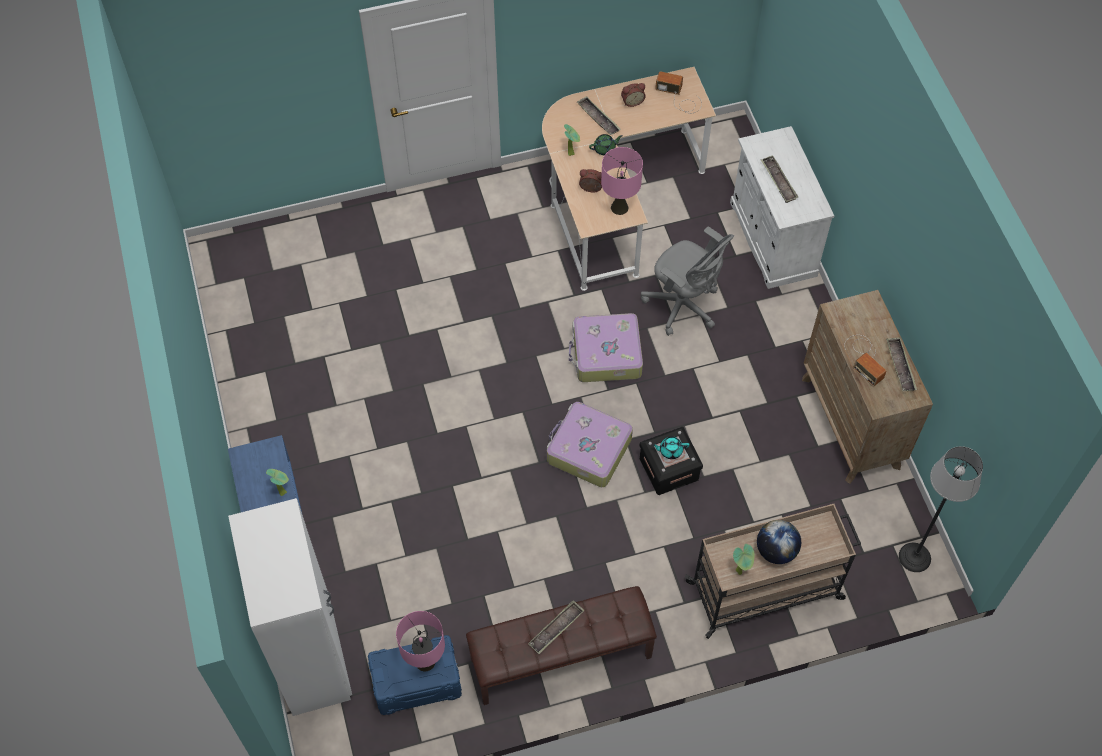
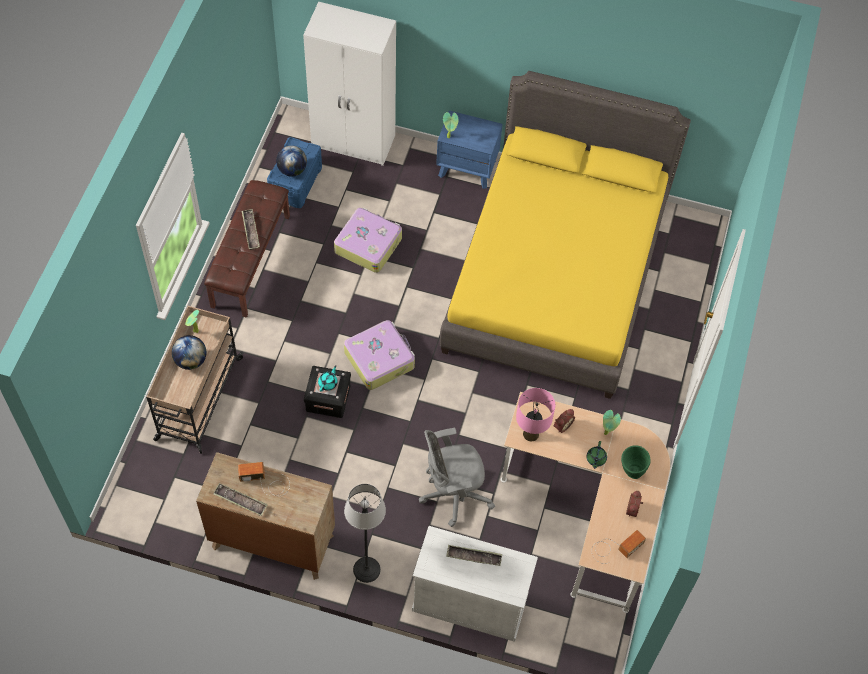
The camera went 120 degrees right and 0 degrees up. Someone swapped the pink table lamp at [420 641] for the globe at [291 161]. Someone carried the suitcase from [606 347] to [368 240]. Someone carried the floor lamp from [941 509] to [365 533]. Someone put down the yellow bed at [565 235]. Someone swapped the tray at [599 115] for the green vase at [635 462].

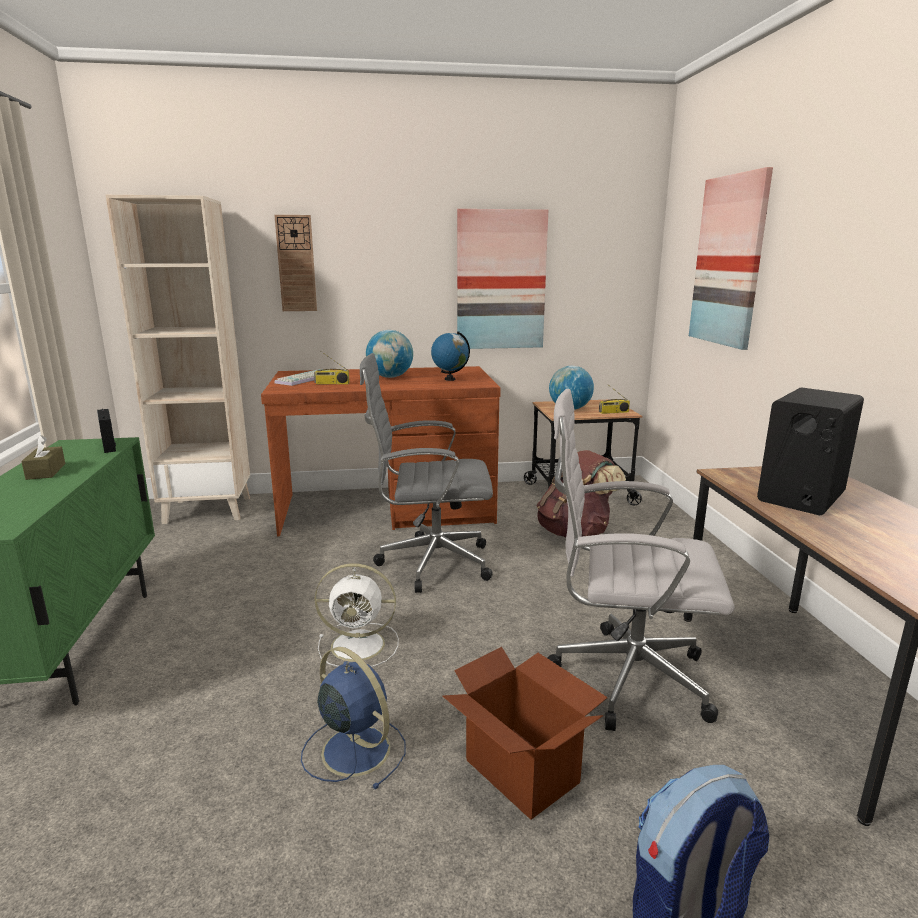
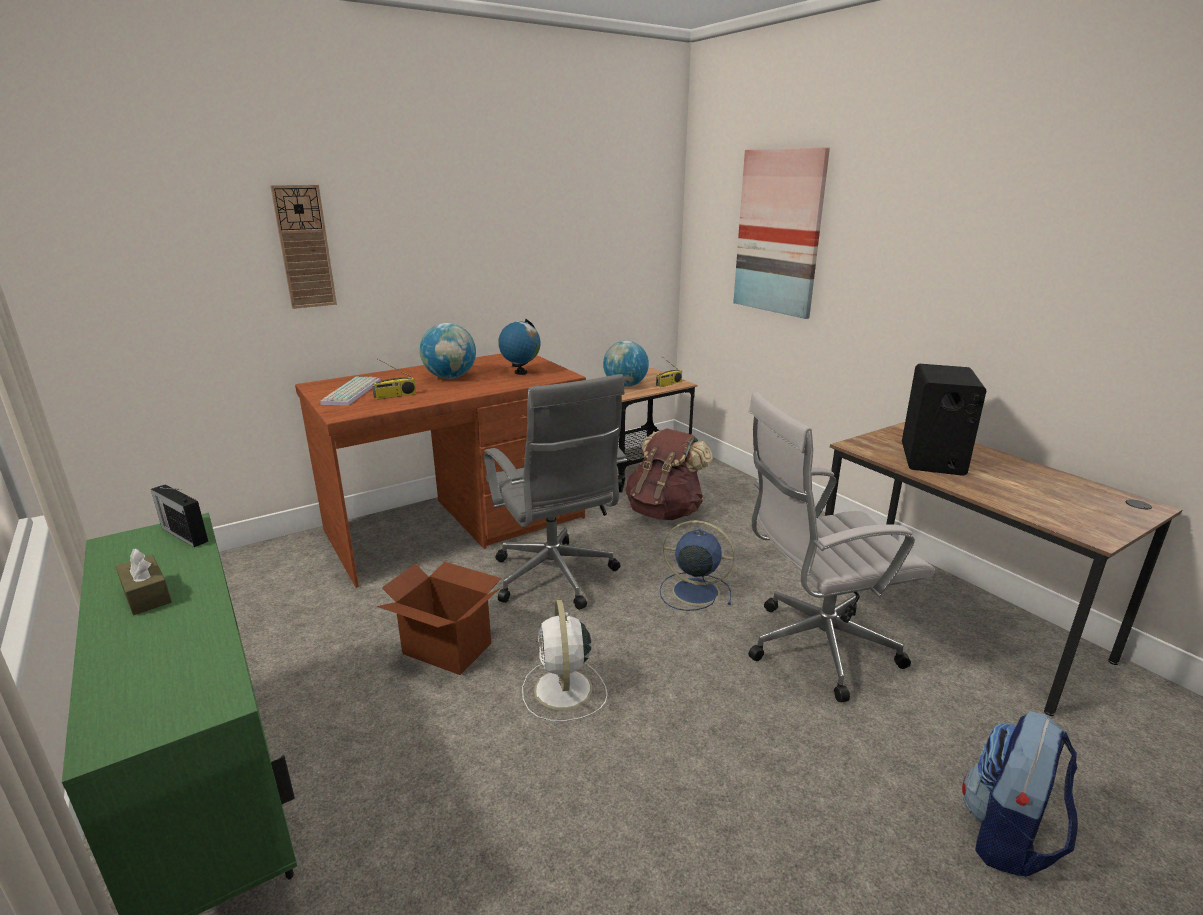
The camera went 25 degrees left and 5 degrees up. Someone carried the cardboard box from [525 733] to [439 618]. Someone rotated the grey office chair at [426 473] by 90 degrees counterclockwise. Someone rotated the white fan at [357 615] by 105 degrees clockwise. Someone carried the blue fan from [353 718] to [697 565]. Someone took away the beige bookcase at [178 359]. Someone took away the picture at [502 279].

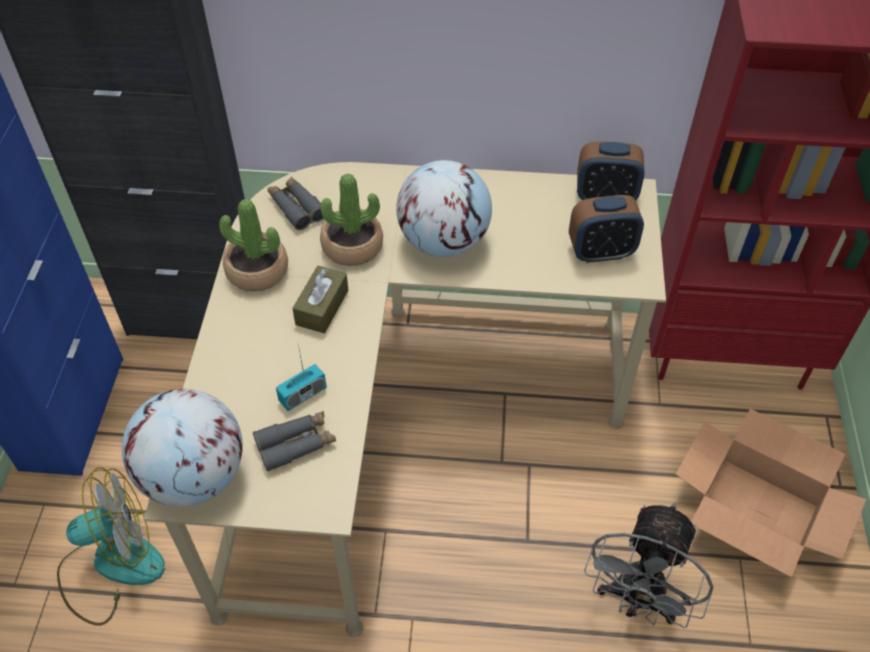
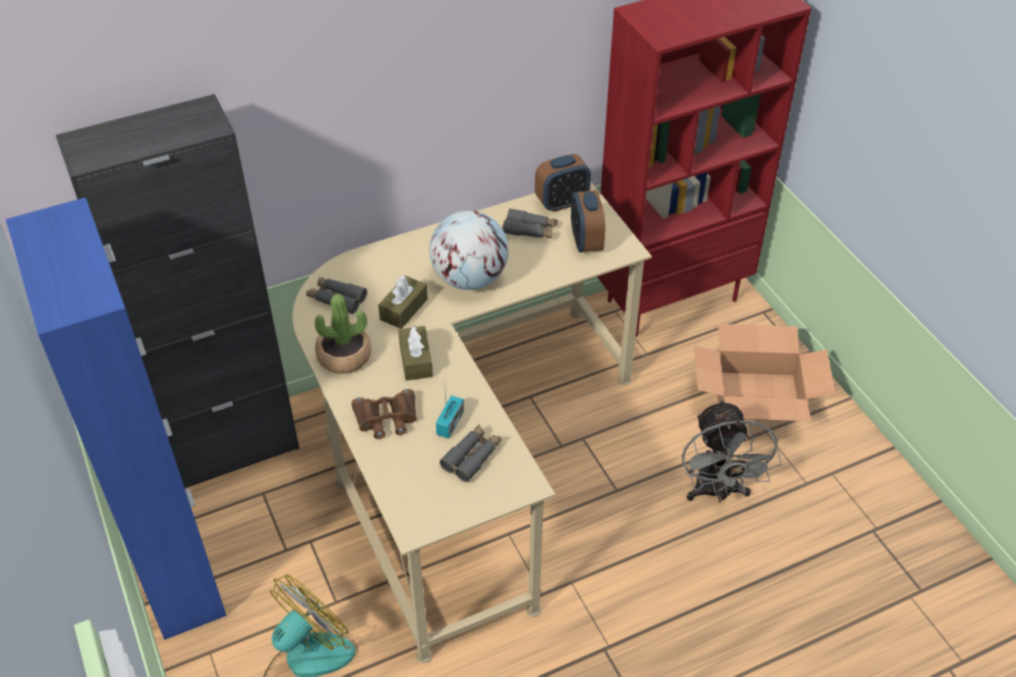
The camera went 30 degrees left and 5 degrees down. Someone put down the brown binoculars at [384 414]. Someone swapped the potted plant at [351 220] for the brown tissue box at [403 302]. Someone put down the grey binoculars at [530 223]. Someone rotated the alarm clock at [606 229] by 120 degrees clockwise. Someone took away the globe at [182 448].

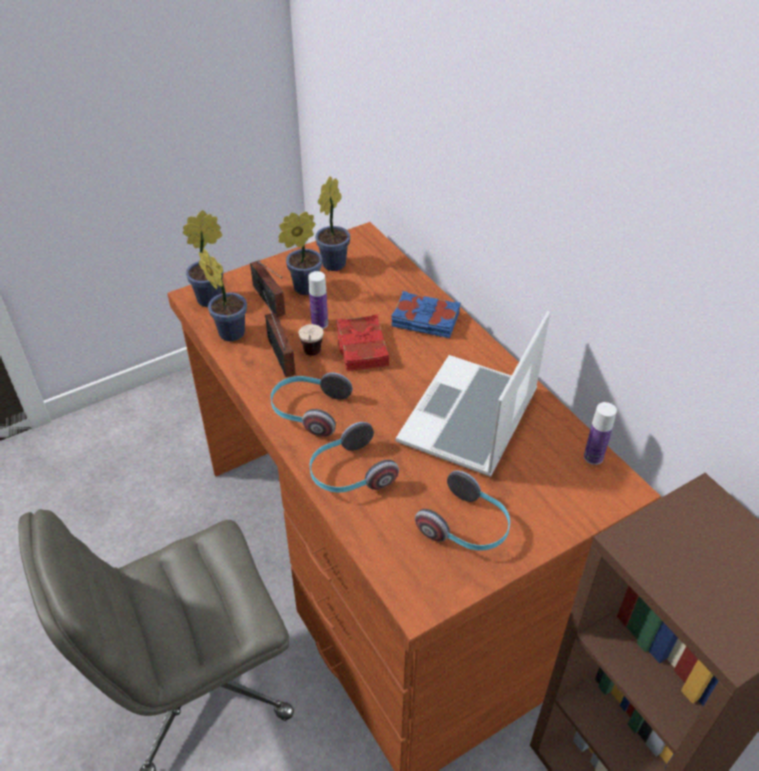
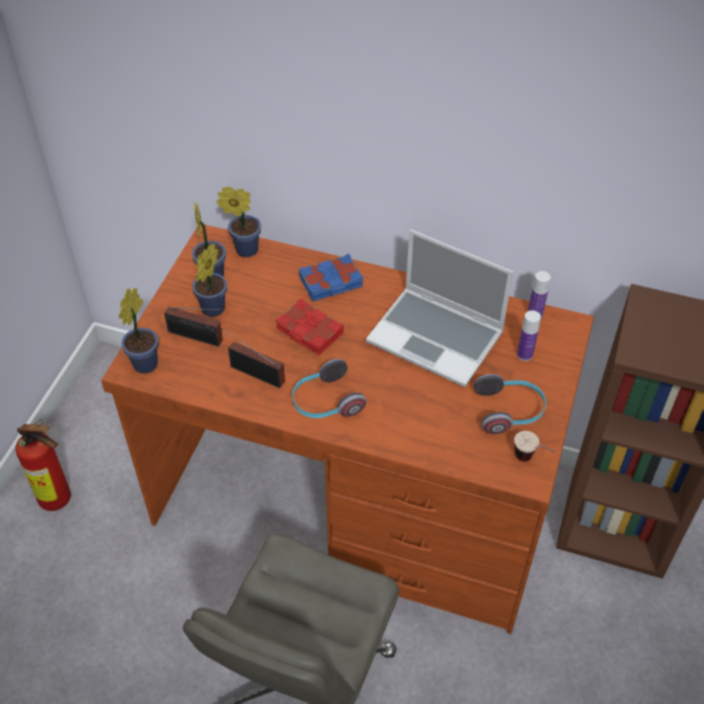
The camera went 40 degrees left and 5 degrees up. Someone put down the fire extinguisher at [43 465]. Someone carried the potted plant from [223 295] to [239 221]. Someone rotated the laptop at [473 394] by 45 degrees counterclockwise. Someone carried the cup from [311 340] to [534 446]. Someone carried the bottle from [318 300] to [529 335]. Someone took away the headphones at [354 457].

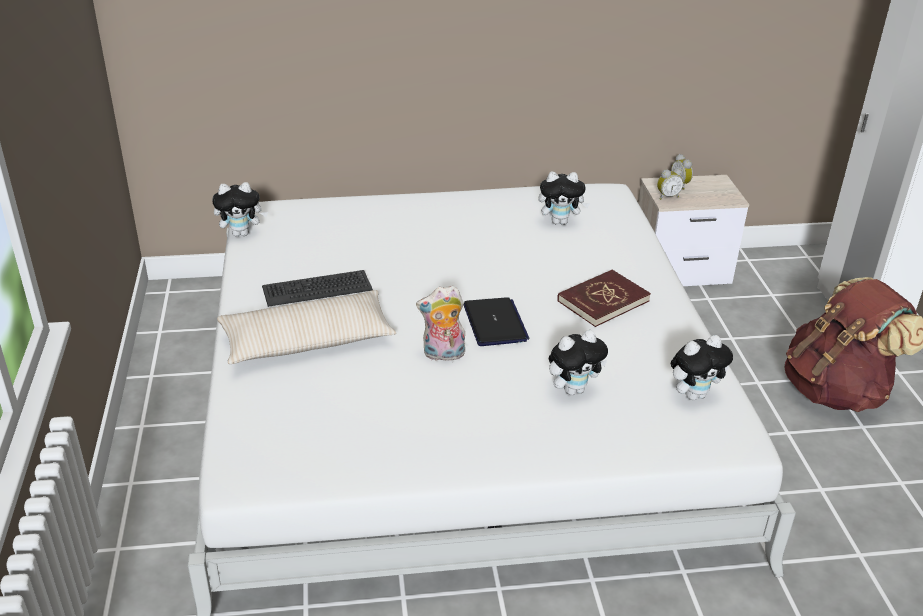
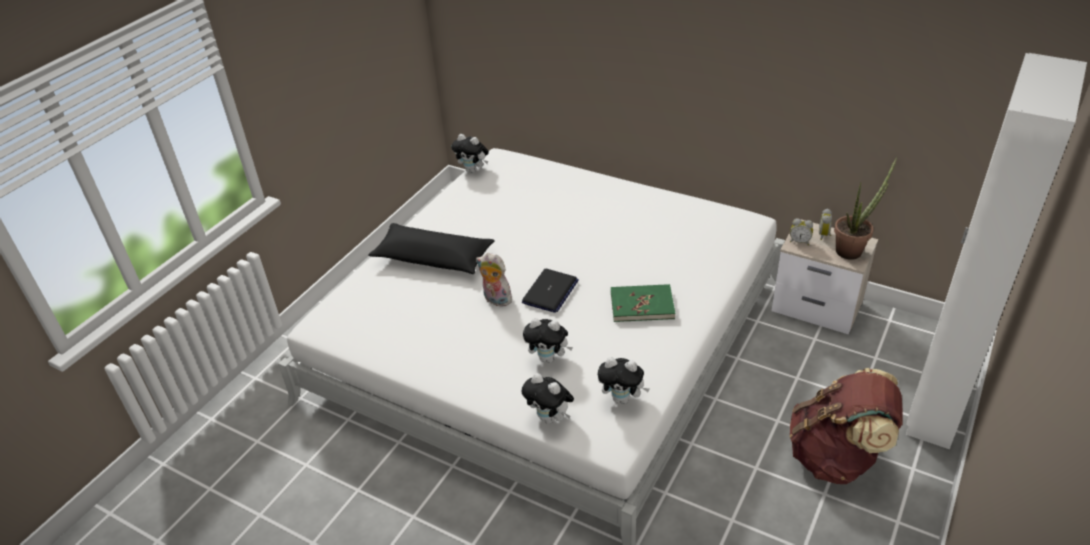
The camera went 40 degrees right and 5 degrees up. Someone repainted the beige pillow at [306 327], which became the black pillow at [431 248]. Someone carried the plush toy from [564 198] to [548 398]. Someone repainted the red book at [604 298], which became the green book at [643 303]. Someone put down the potted plant at [865 208]. Someone took away the keyboard at [317 288].

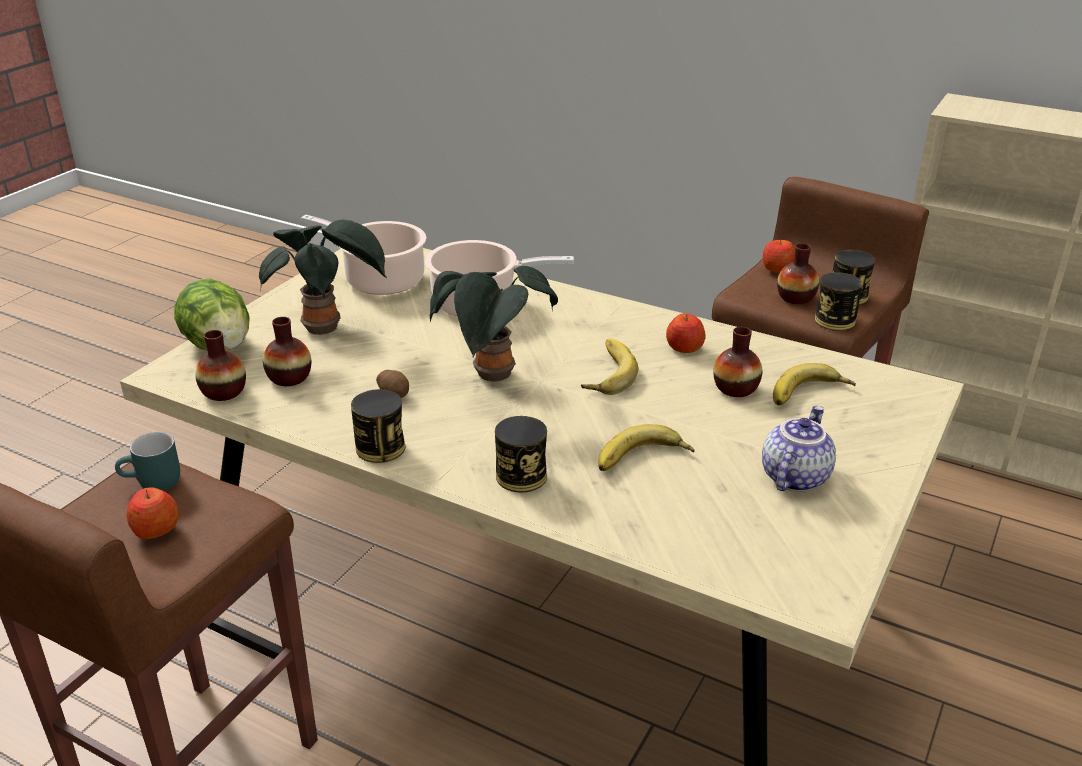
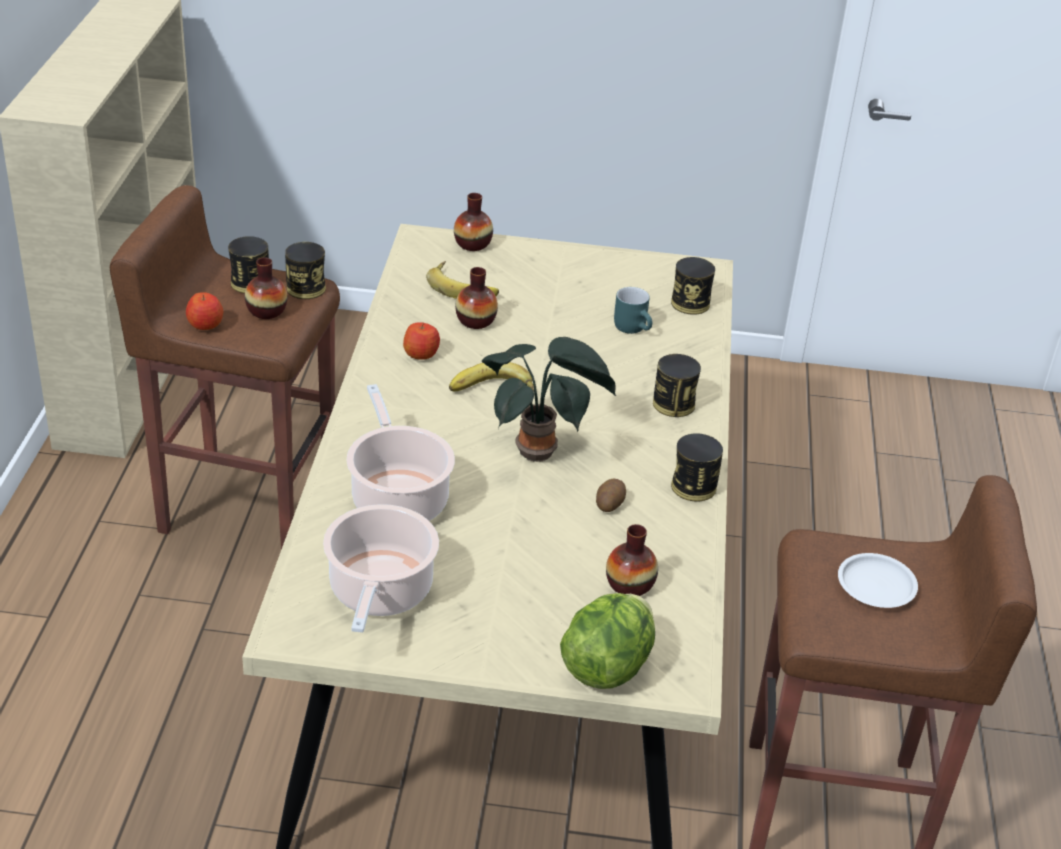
The camera went 115 degrees left and 5 degrees up. Someone carried the vase from [220 365] to [473 222]. Someone carried the turquoise mug from [147 461] to [633 310]. Someone put down the can at [693 286]. Someone swapped the apple at [152 513] for the white plate at [878 580]. Someone took away the potted plant at [323 277]. Someone took away the banana at [646 447]. Someone took away the teapot at [799 449].

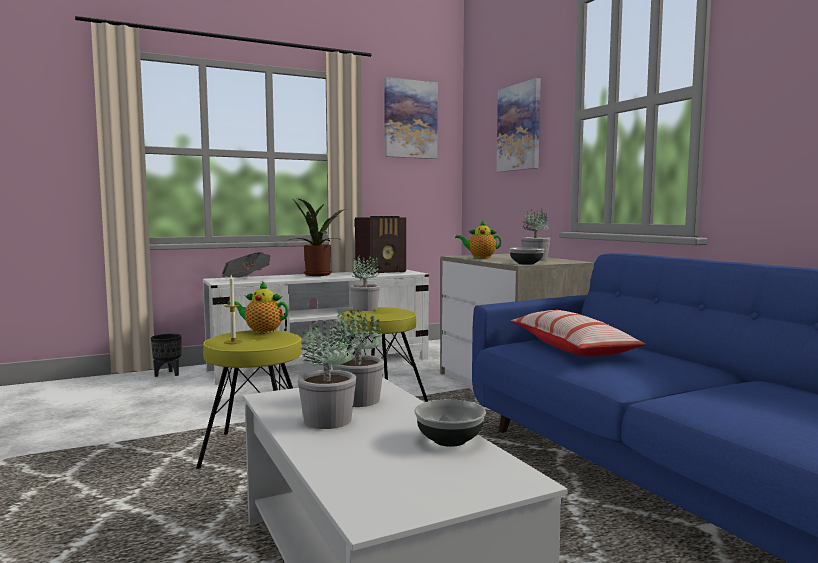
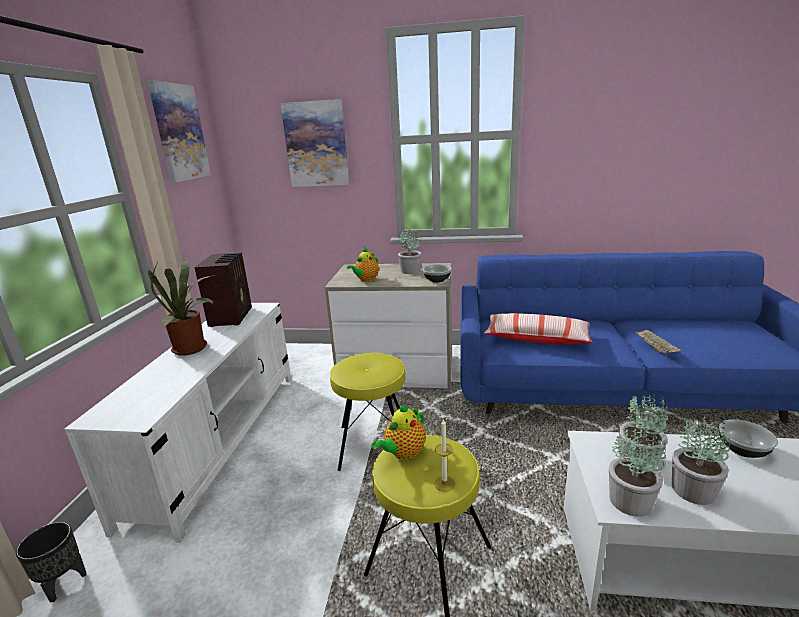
The camera went 55 degrees left and 15 degrees up. Someone carried the potted plant from [365 283] to [637 470]. Someone put down the beige tray at [658 342]. Someone took away the newspaper at [246 265].

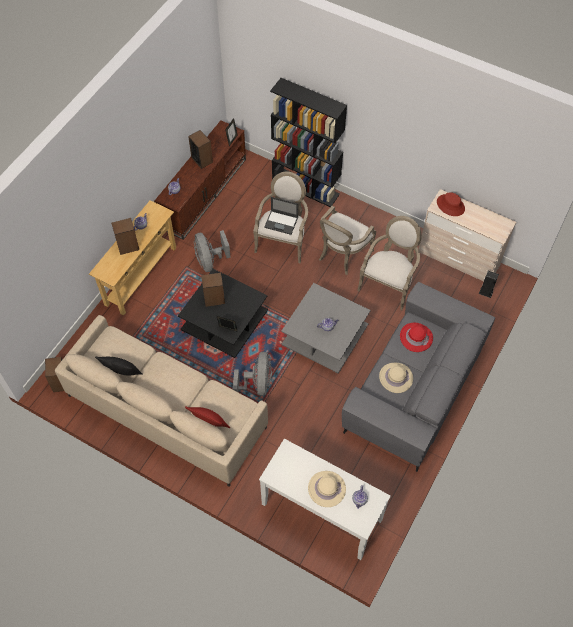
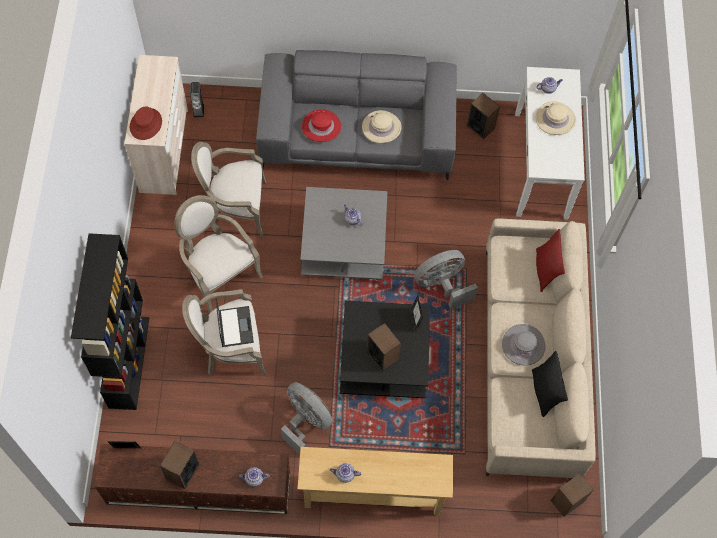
The camera went 120 degrees left and 5 degrees up. Someone rotated the armchair at [347 240] by 135 degrees counterclockwise. Someone rotated the grey fan at [212 251] by 90 degrees counterclockwise. Someone carried the speaker from [125 236] to [483 116]. Someone put down the grey hat at [523 345].

